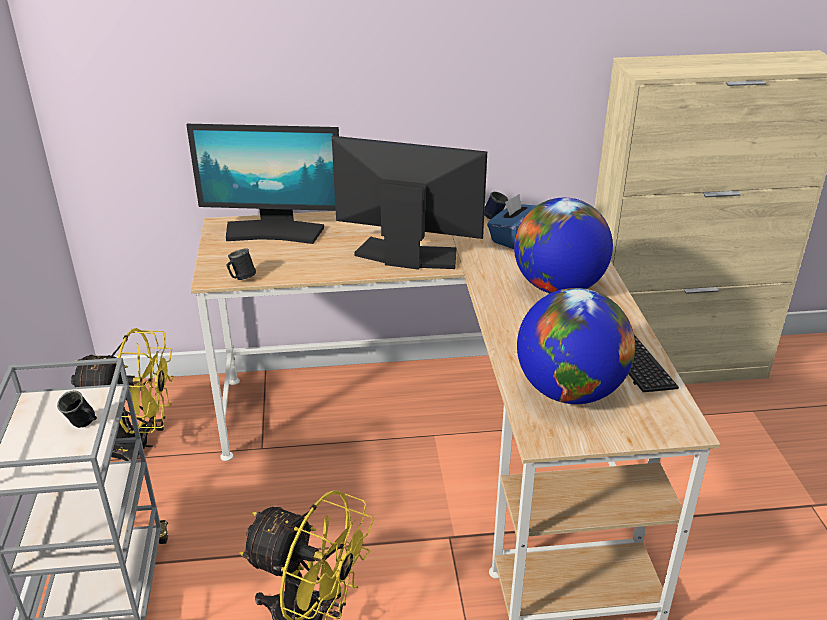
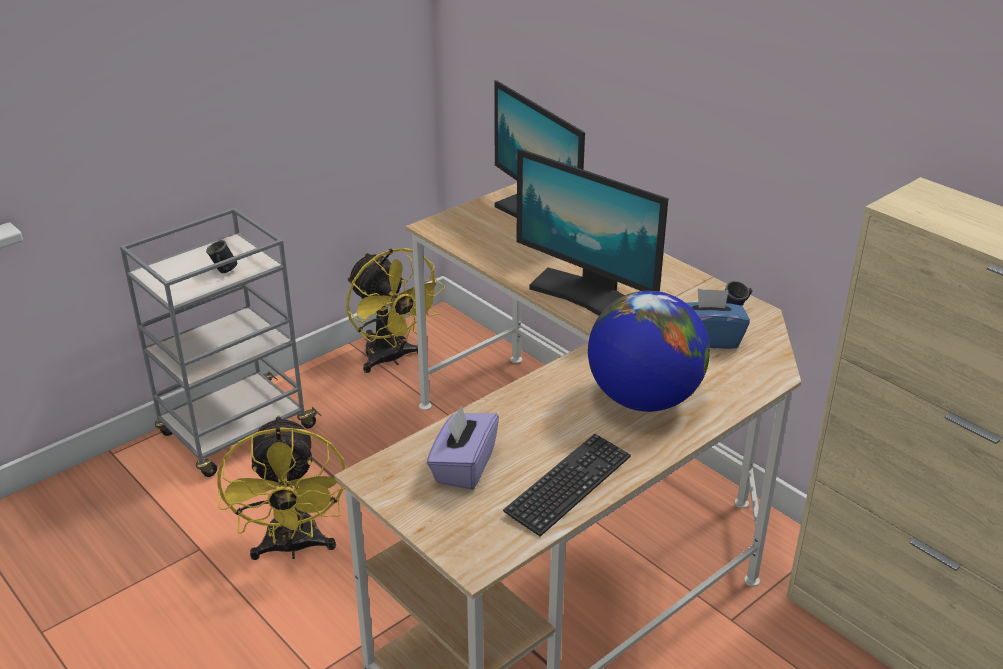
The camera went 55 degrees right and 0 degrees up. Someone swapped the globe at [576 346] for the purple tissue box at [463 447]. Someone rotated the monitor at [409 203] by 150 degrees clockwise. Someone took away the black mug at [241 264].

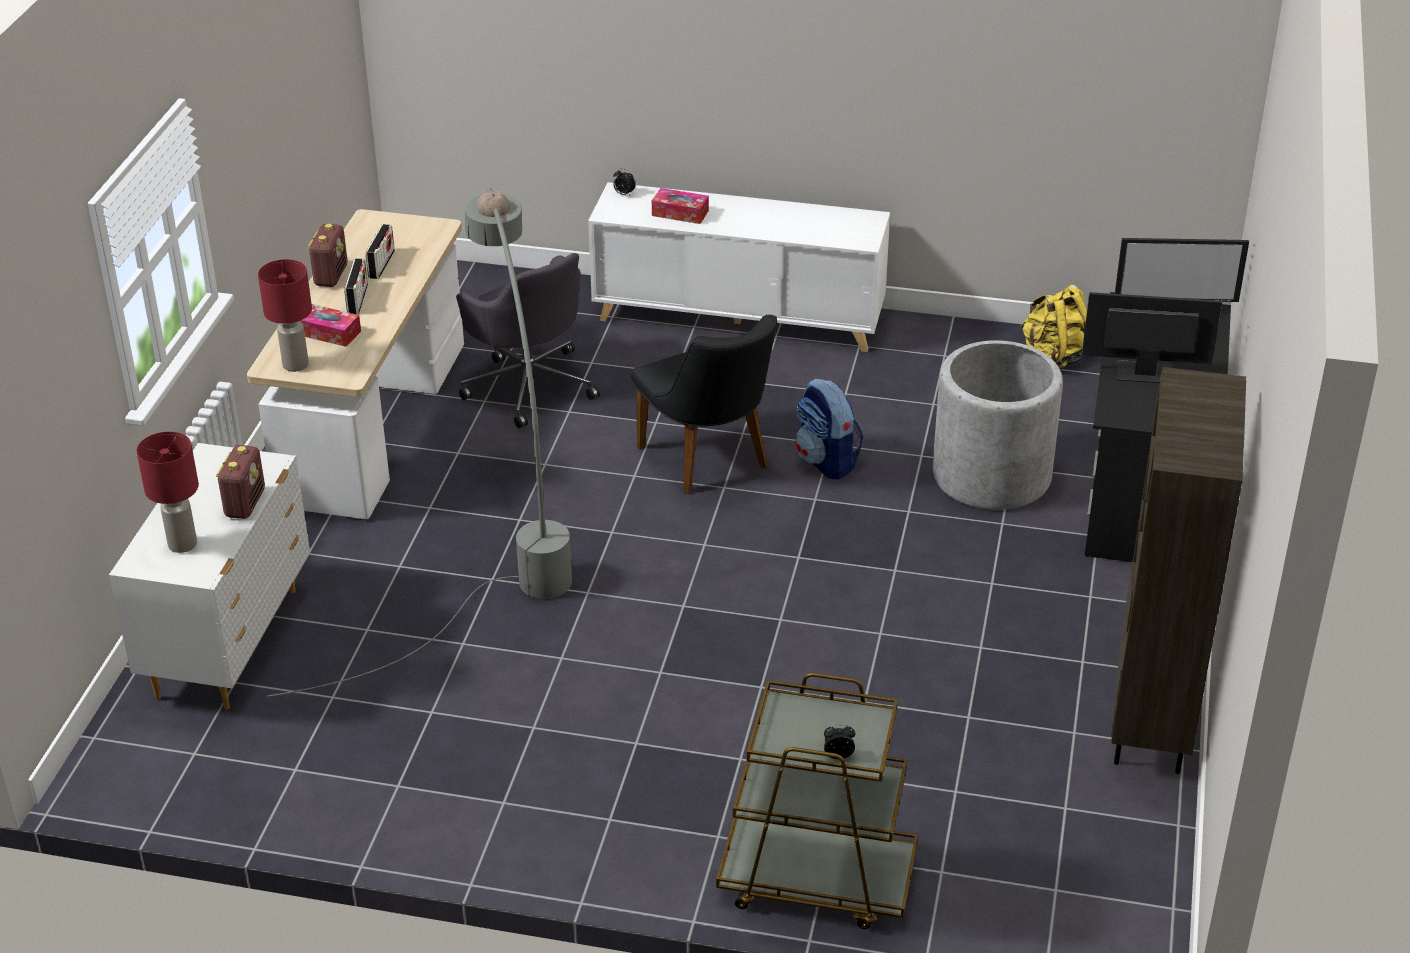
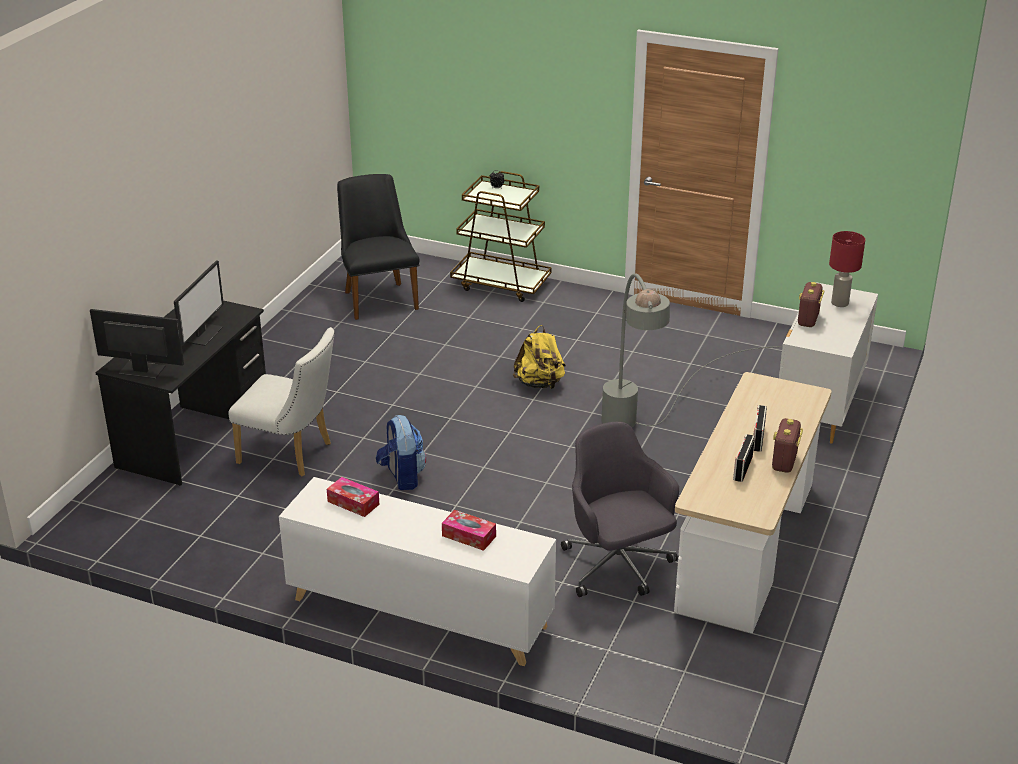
The camera went 170 degrees left and 5 degrees down. Someone rotated the monitor at [1152 337] by 90 degrees counterclockwise. Someone swapped the grey planter at [998 425] for the white chair at [281 401]. Someone carried the tissue box from [330 325] to [353 497]. Someone carried the black chair from [704 404] to [378 247]. Someone carried the yellow backpack from [1053 327] to [539 357]. Someone took away the red table lamp at [285 315]. Someone took away the alarm clock at [624 182]. Someone took away the brown bookcase at [1178 570].

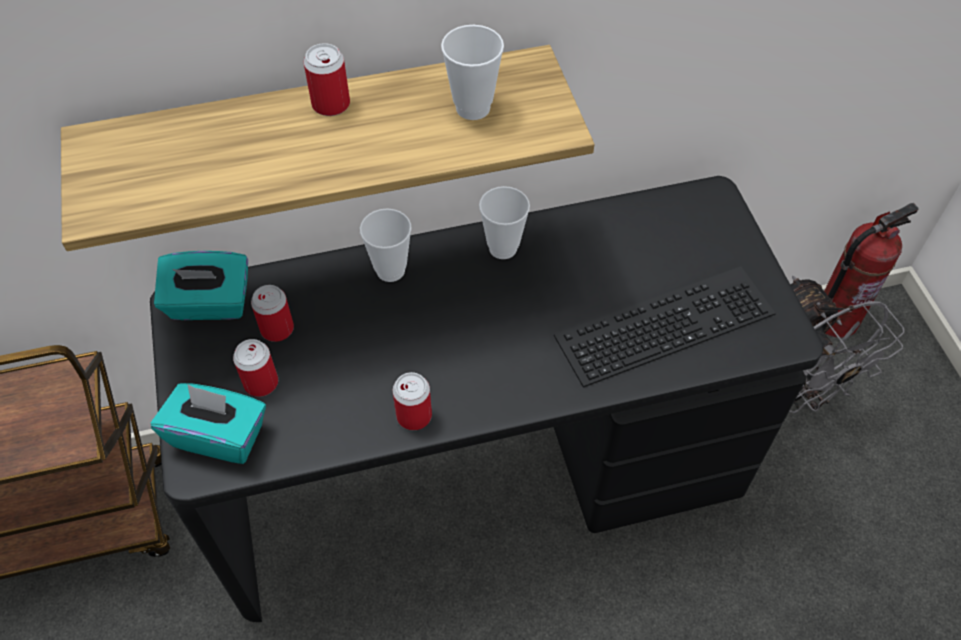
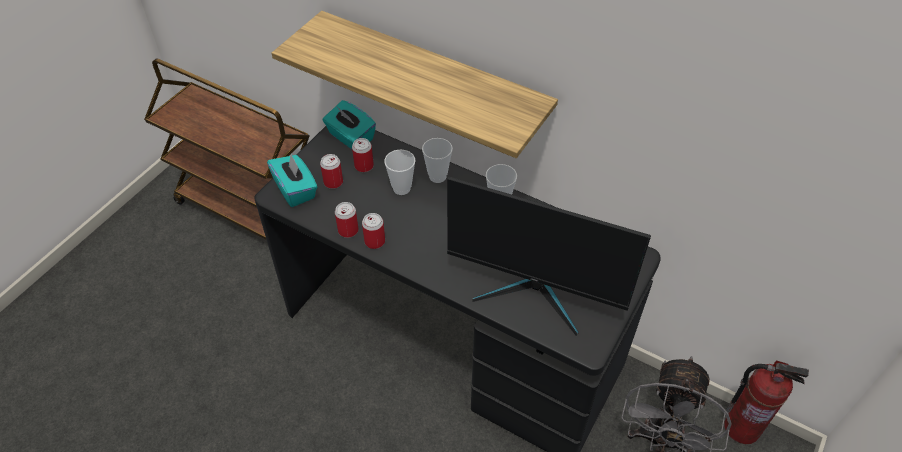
The camera went 45 degrees right and 5 degrees down. Someone carried the can from [327 79] to [347 220]. Someone carried the cup from [472 72] to [399 172]. Someone swapped the keyboard at [665 327] for the monitor at [549 256].

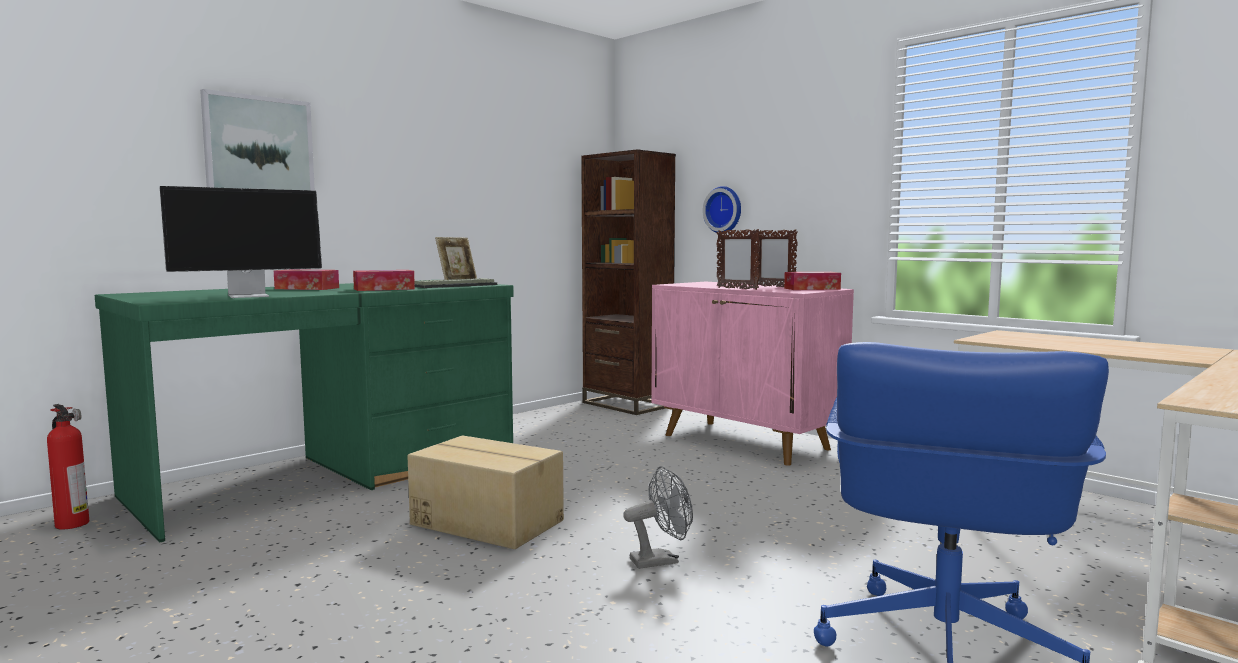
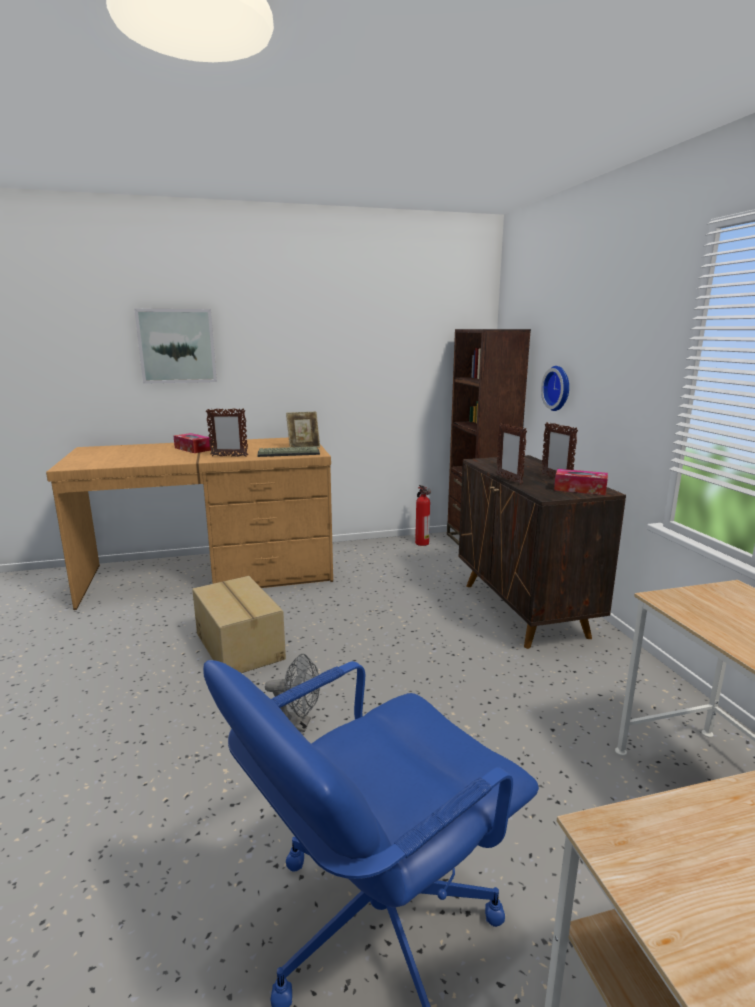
The camera went 30 degrees right and 10 degrees up. Someone repainted the green desk at [304 411], which became the brown desk at [189 523]. Someone swapped the tissue box at [384 280] for the picture frame at [227 432]. Someone carried the fire extinguisher from [68 467] to [423 515]. Someone repainted the pink cabinet at [752 374], which became the brown cabinet at [542 552]. Someone took away the monitor at [241 242].

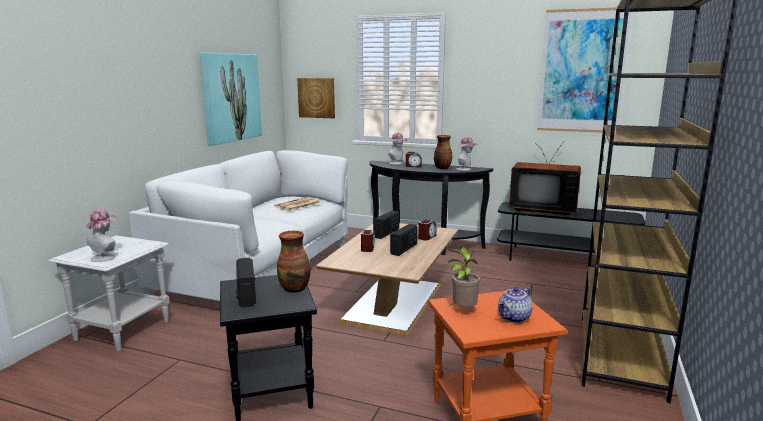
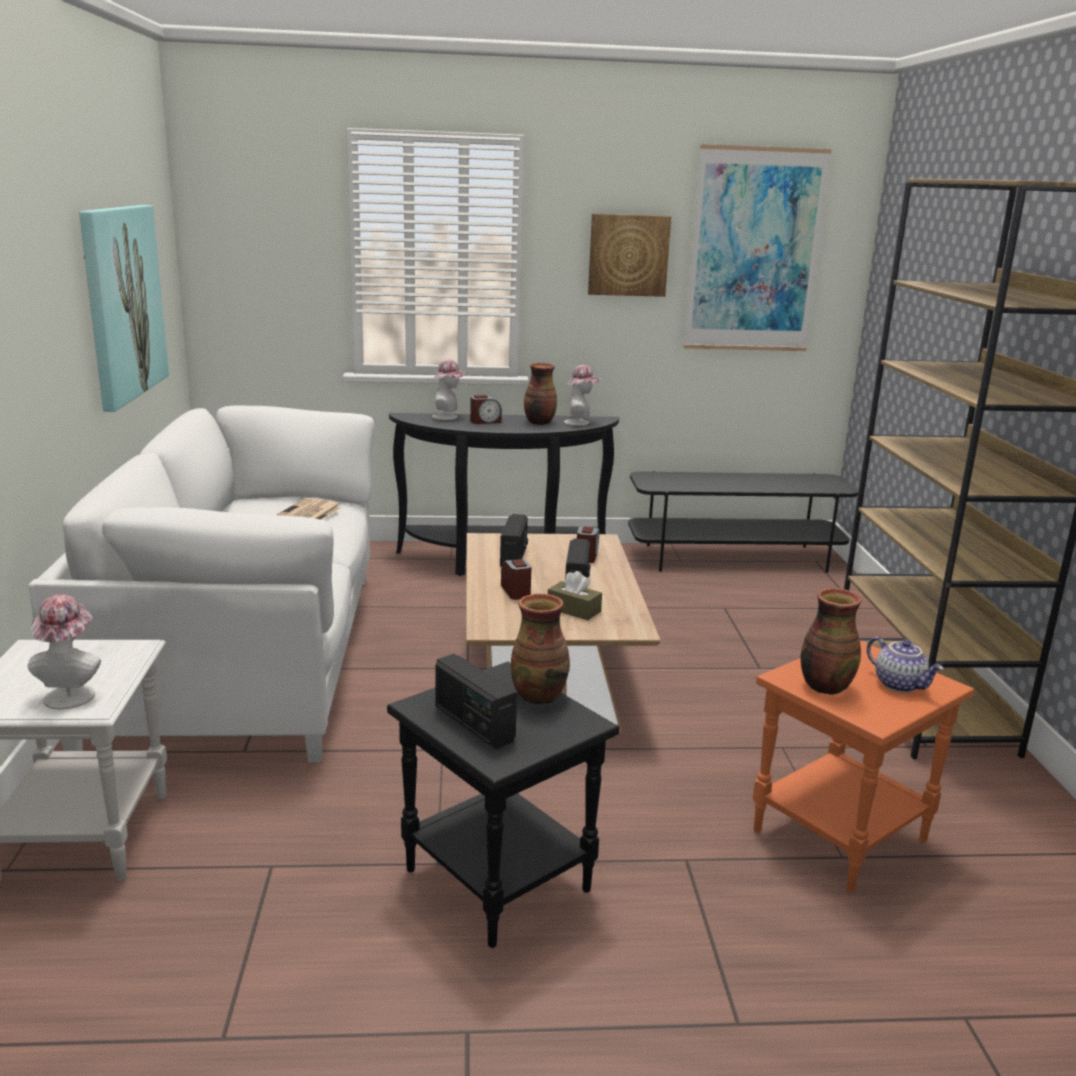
The camera went 25 degrees left and 5 degrees up. Someone put down the brown tissue box at [575 595]. Someone carried the picture from [316 98] to [629 255]. Someone swapped the potted plant at [464 277] for the vase at [831 641]. Someone rotated the teapot at [515 305] by 60 degrees counterclockwise. Someone took away the television at [545 179].

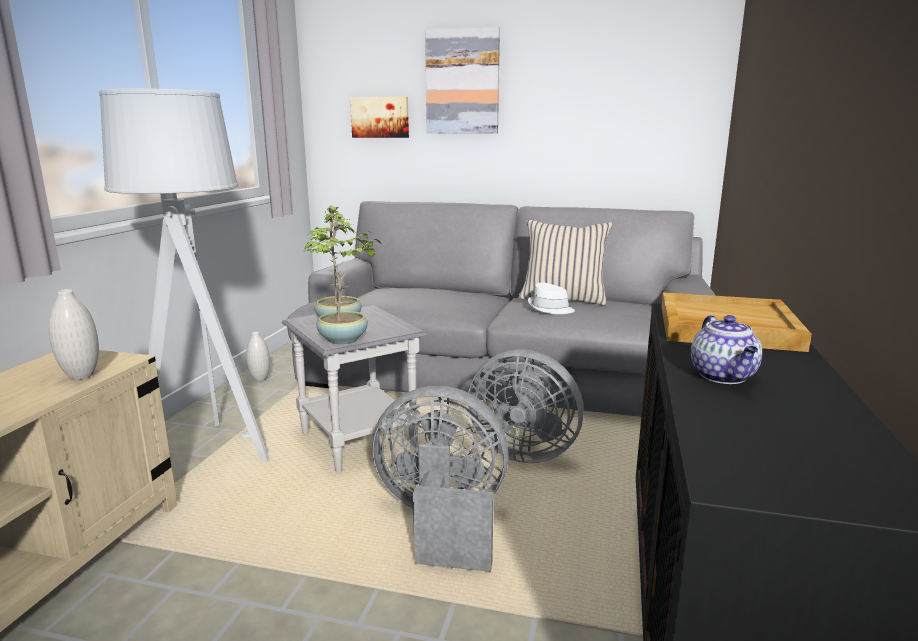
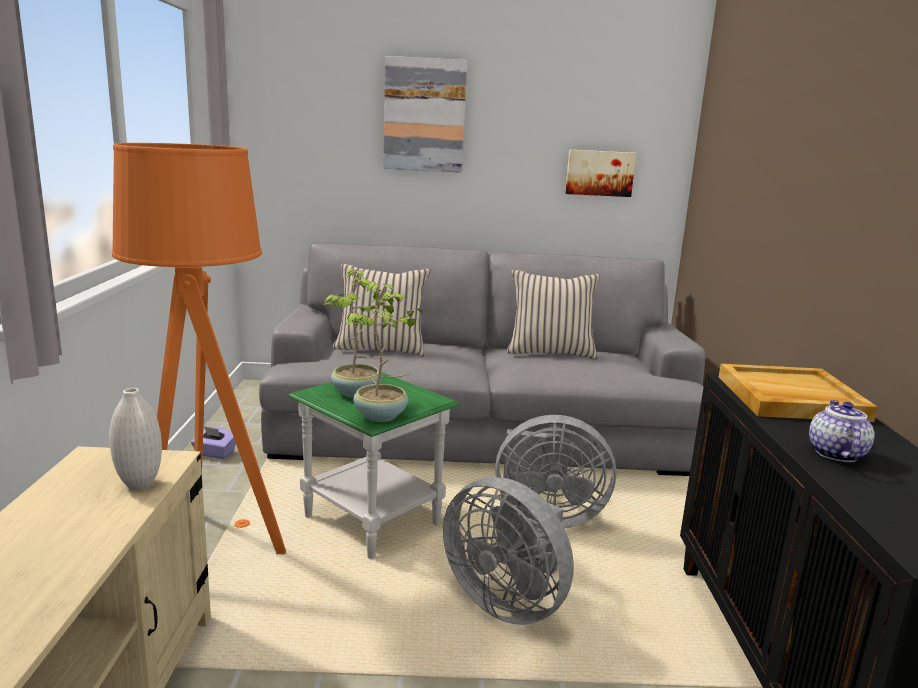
The camera went 15 degrees left and 0 degrees up. Someone repainted the grey floor lamp at [184 275], which became the orange floor lamp at [199 348]. Someone swapped the white vase at [258 356] for the purple tissue box at [213 442]. Someone repainted the grey side table at [354 389], which became the green side table at [374 465]. Someone put down the beige pillow at [382 310]. Someone rotated the grey fan at [440 479] by 135 degrees counterclockwise. Someone carried the picture from [379 117] to [600 173]. Someone rotated the teapot at [726 349] by 150 degrees counterclockwise. Someone took away the white hat at [551 298].

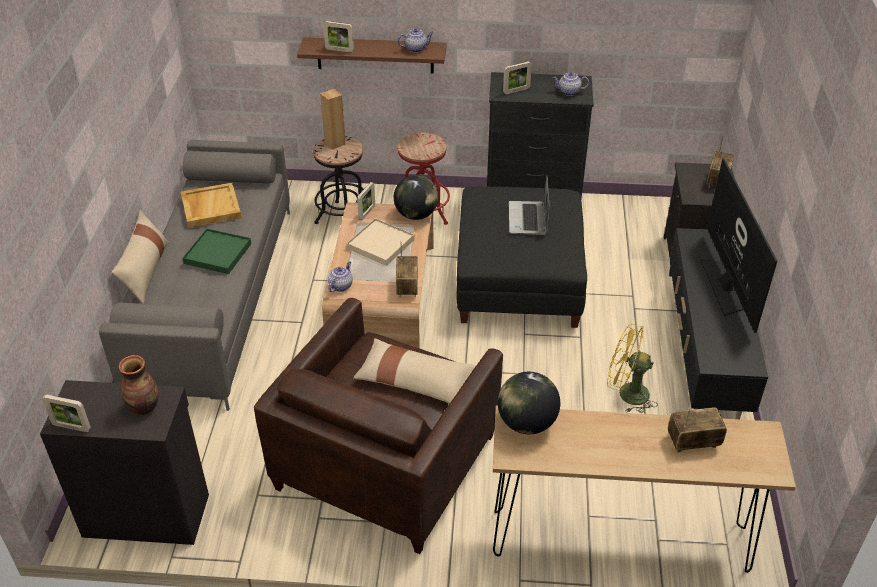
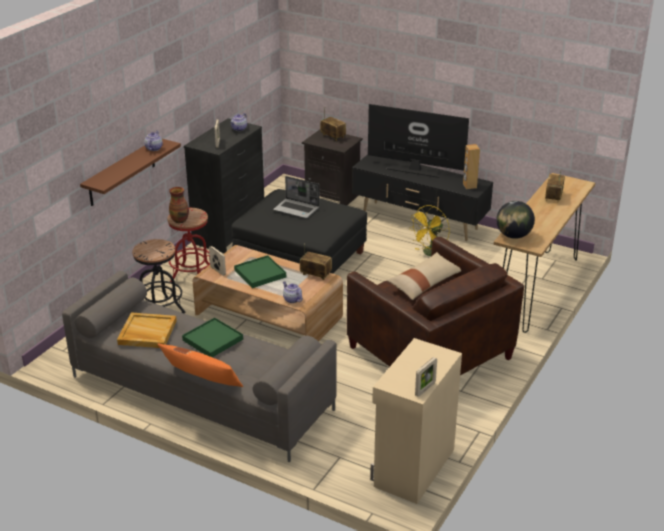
The camera went 65 degrees left and 10 degrees down. Someone repainted the beige pillow at [140 257], which became the orange pillow at [200 365]. Someone carried the vase from [139 385] to [179 205]. Someone repainted the beige tray at [380 242], which became the green tray at [260 271]. Someone repainted the black cabinet at [124 462], which became the beige cabinet at [416 421]. Someone carried the brown speaker from [333 119] to [471 166]. Someone took away the picture frame at [338 36]. Someone took away the globe at [416 197].

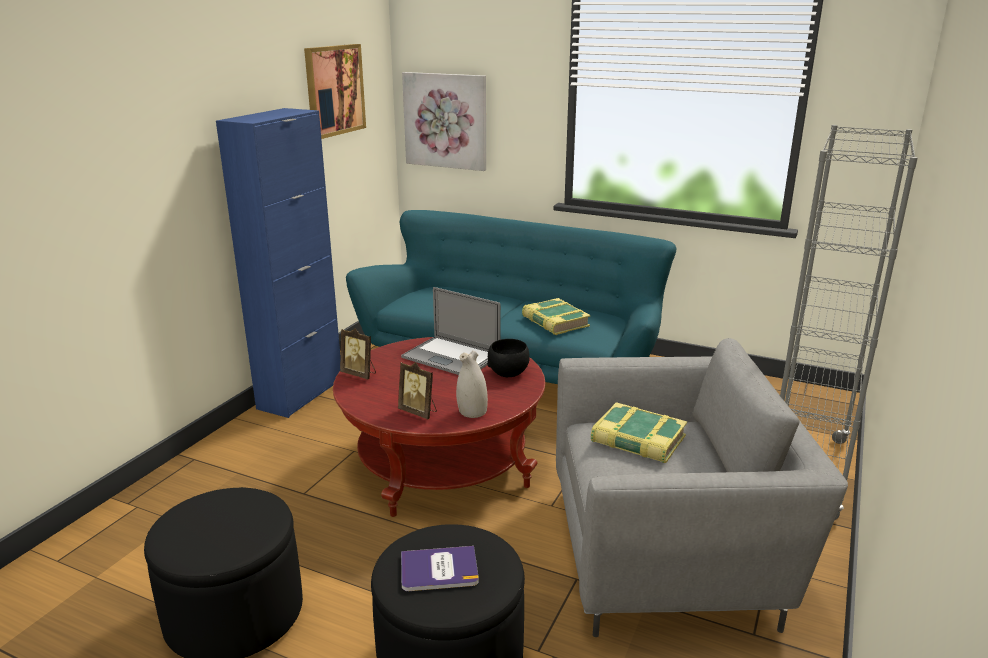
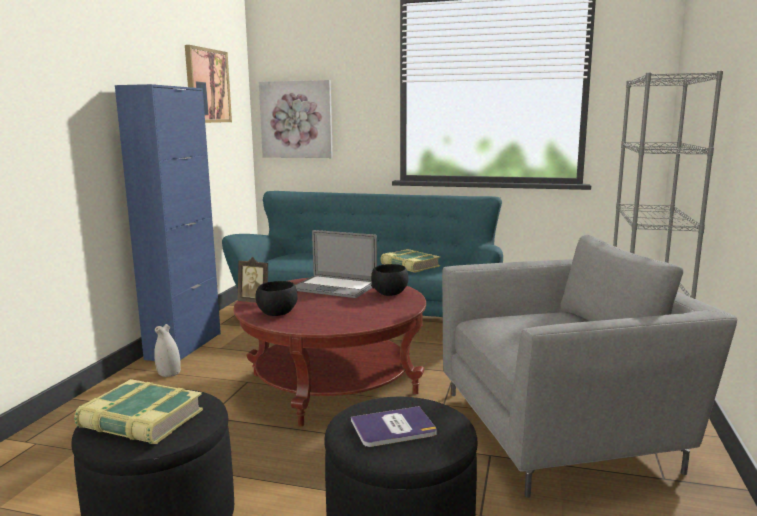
The camera went 10 degrees left and 10 degrees down. Someone carried the book from [639 432] to [138 411]. Someone carried the white vase from [472 384] to [167 350]. Someone put down the black bowl at [276 298]. Someone took away the picture frame at [417 390].

